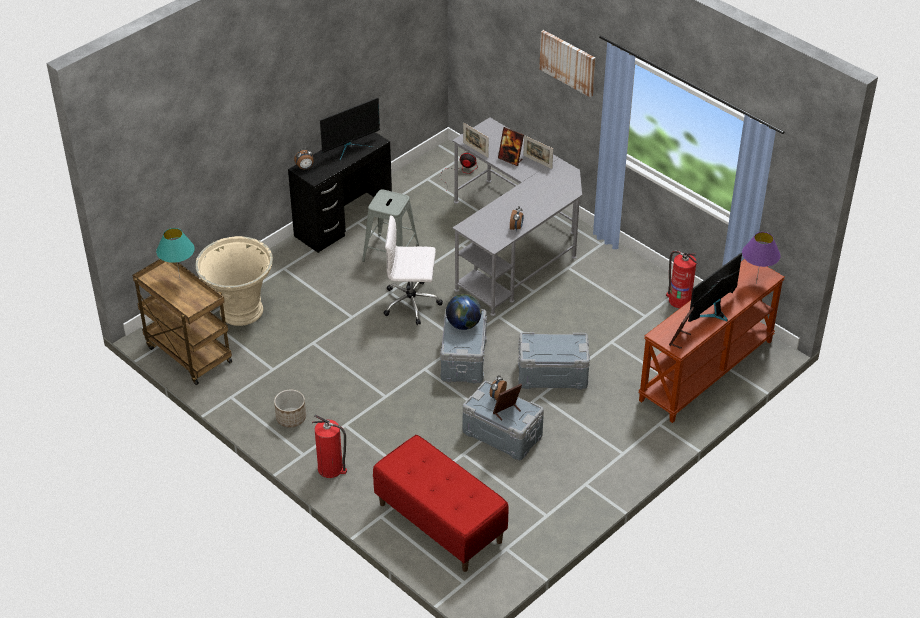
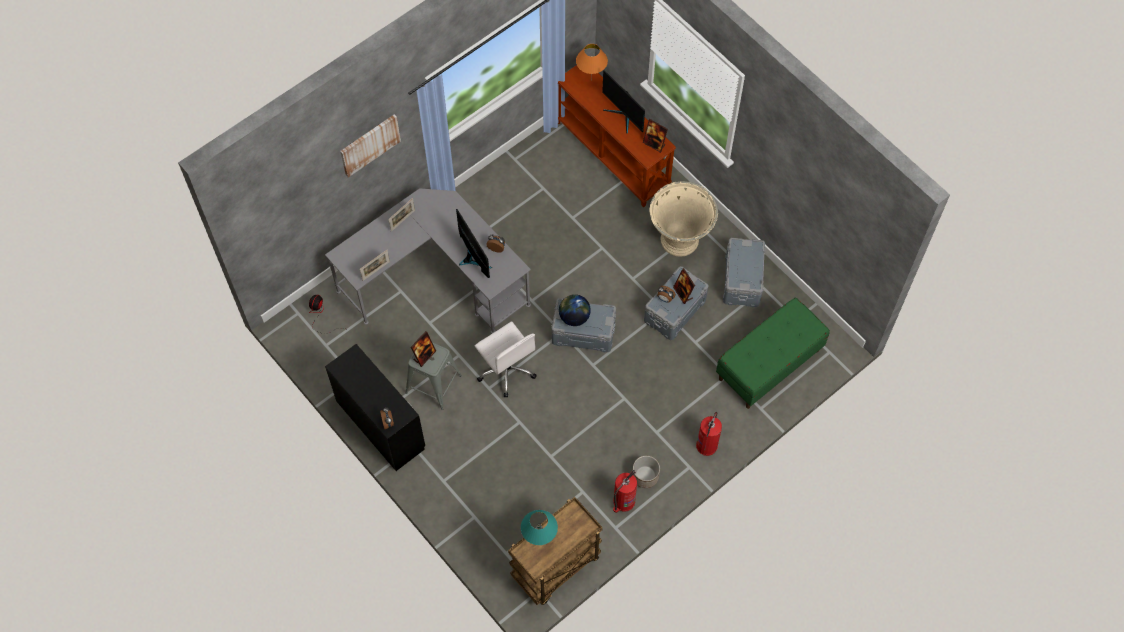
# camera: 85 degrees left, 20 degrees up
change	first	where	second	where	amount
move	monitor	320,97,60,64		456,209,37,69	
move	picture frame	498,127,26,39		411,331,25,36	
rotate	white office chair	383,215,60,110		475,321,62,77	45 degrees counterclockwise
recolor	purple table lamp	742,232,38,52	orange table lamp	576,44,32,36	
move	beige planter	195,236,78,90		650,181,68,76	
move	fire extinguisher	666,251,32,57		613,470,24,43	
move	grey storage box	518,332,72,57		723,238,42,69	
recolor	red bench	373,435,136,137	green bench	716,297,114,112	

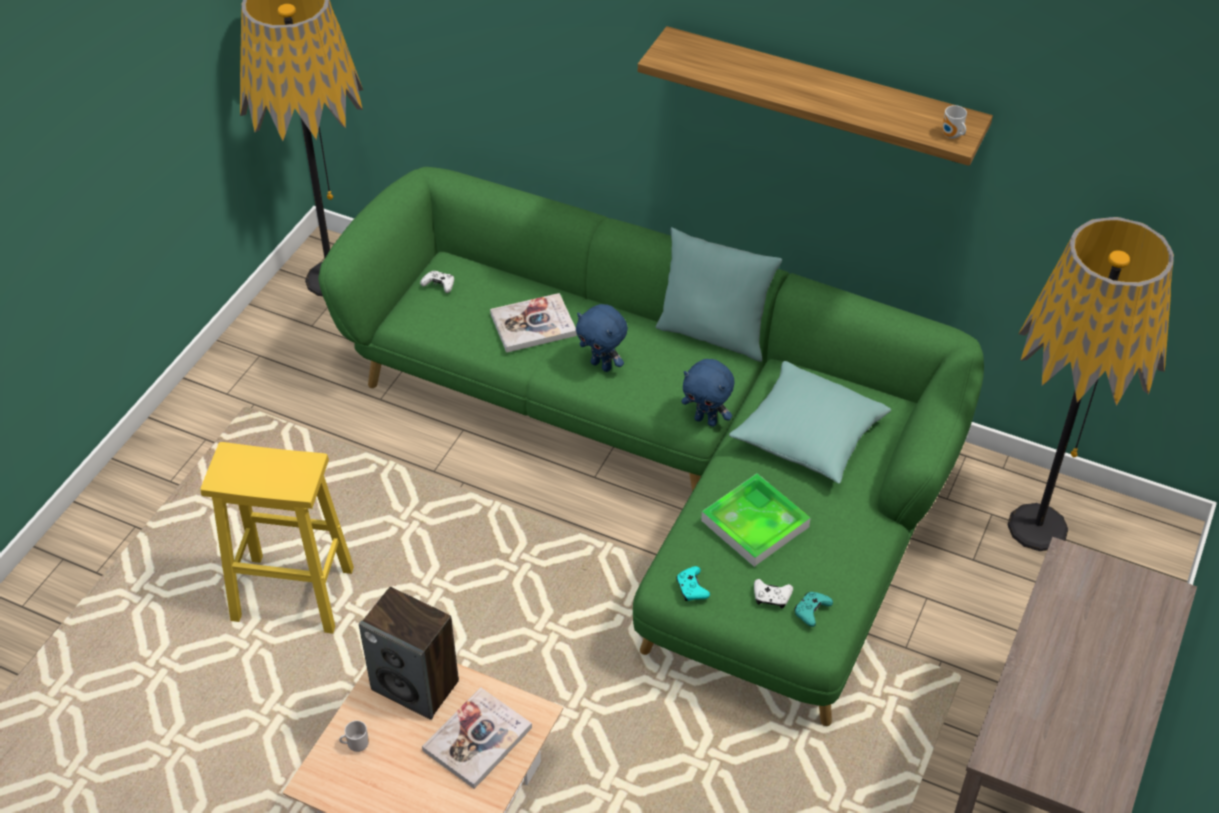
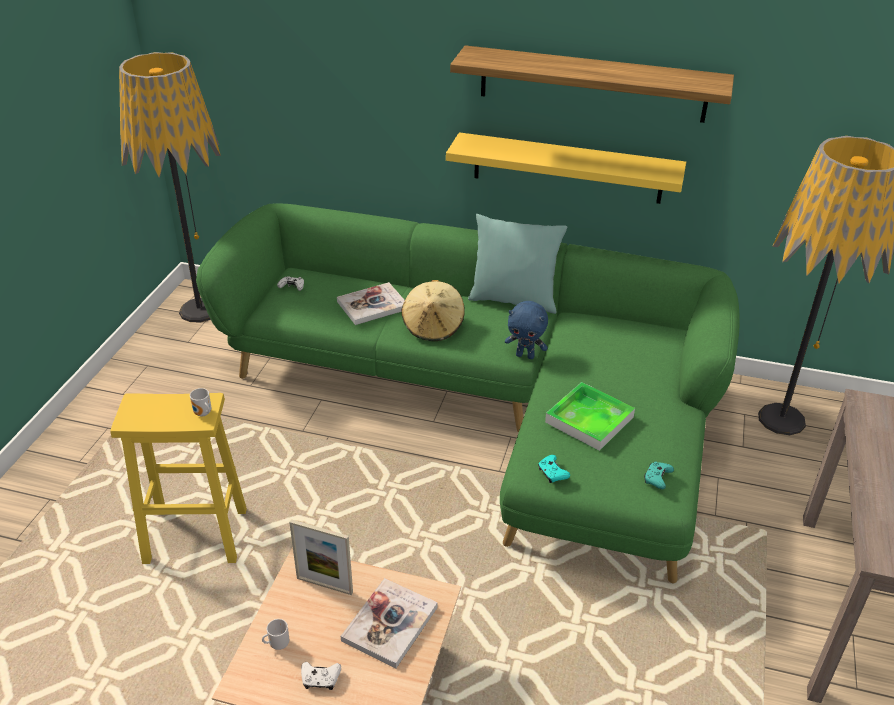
# camera: 10 degrees left, 10 degrees down
change	first	where	second	where	amount
move	mug	942,105,25,34		190,388,21,28	
replace	blue plush toy	576,304,52,68	beige hat	402,280,63,61	
delete	turquoise pillow	729,361,162,123			
move	white game controller	754,579,39,30		301,662,40,28	
replace	speaker	359,587,100,133	picture frame	289,519,64,76	
insert			yellow shelf	446,132,240,72	

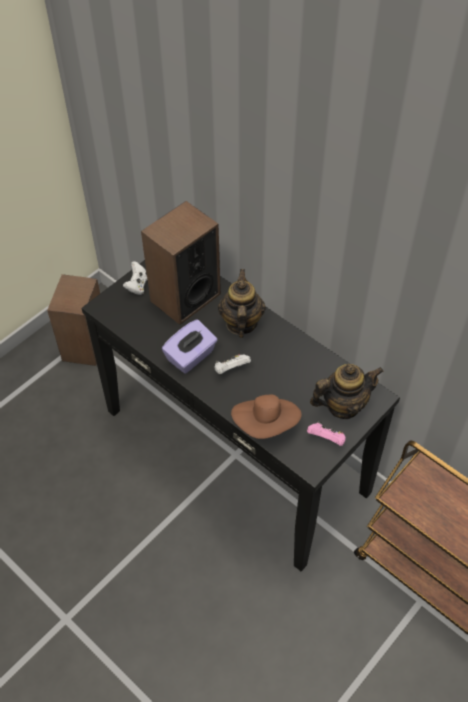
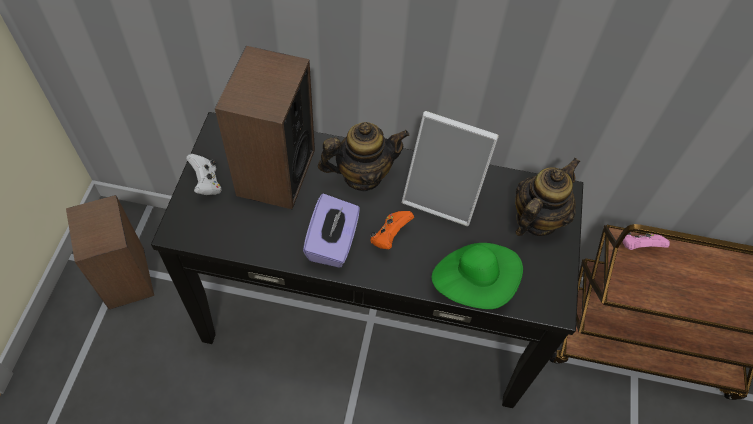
# camera: 35 degrees left, 5 degrees up
change	first	where	second	where	amount
rotate	teapot	218,269,48,69		318,122,91,69	105 degrees clockwise
recolor	white game controller	215,354,36,20	orange game controller	370,211,44,38	
recolor	brown hat	231,395,71,44	green hat	432,243,91,66	
move	pink game controller	307,421,39,25		622,233,48,17	
insert			picture frame	402,111,97,115	

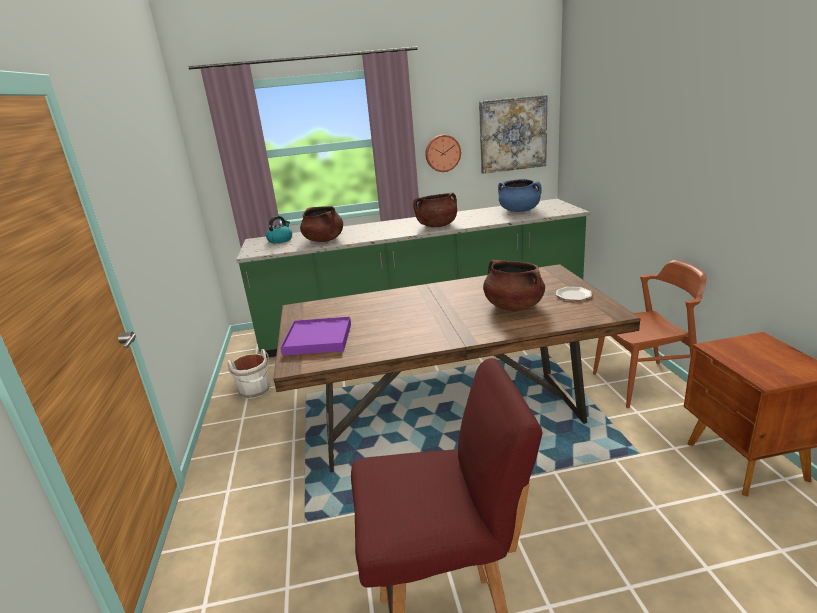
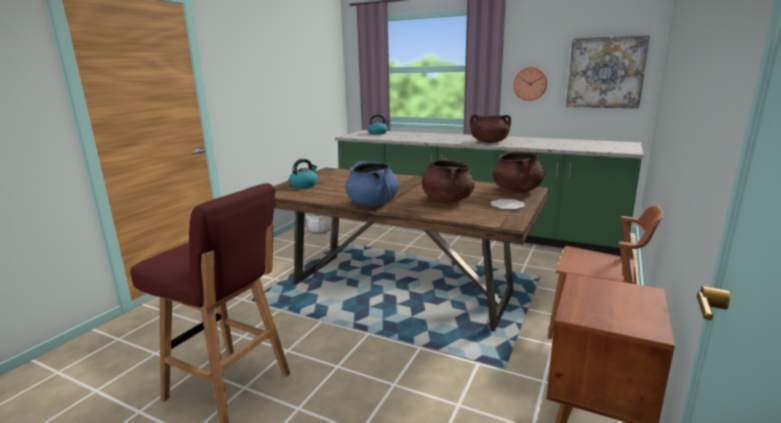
# camera: 35 degrees right, 5 degrees down
change	first	where	second	where	amount
move	blue cooking pot	498,179,44,33		345,161,54,45	
move	brown cooking pot	300,206,43,36		493,151,52,41	
replace	purple tray	280,316,71,40	kettle	289,159,29,29	

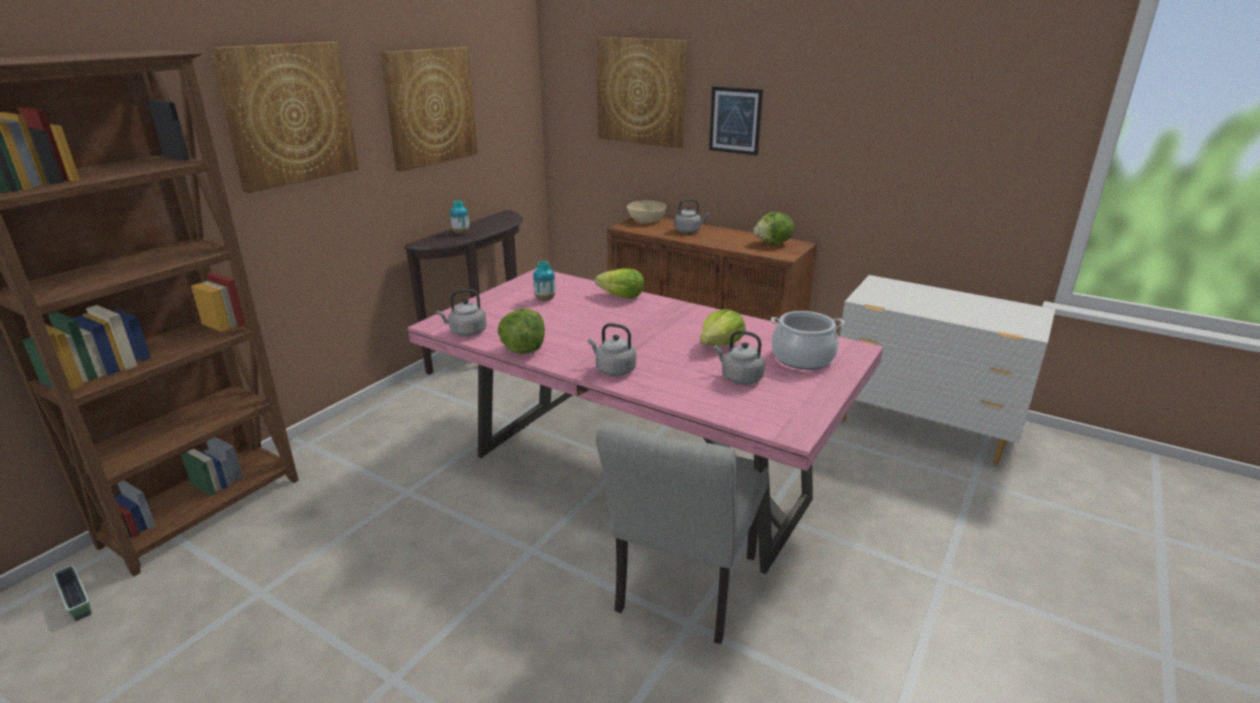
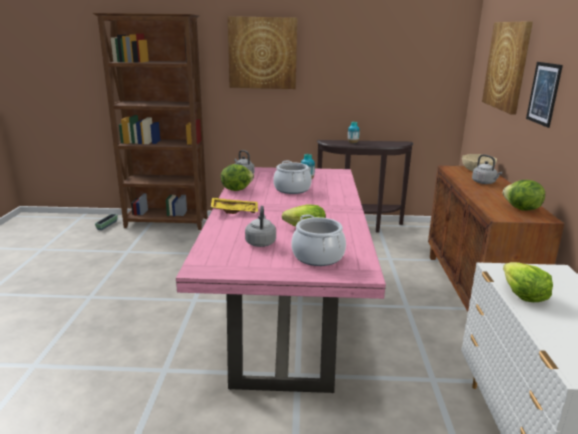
# camera: 60 degrees right, 5 degrees down
change	first	where	second	where	amount
delete	picture	380,47,98,125			
move	lettuce	595,268,49,31		503,262,50,40	
replace	grey kettle	588,323,48,53	yellow tray	211,198,47,16	
delete	grey chair	596,422,173,222			
insert			cooking pot	273,161,39,33	

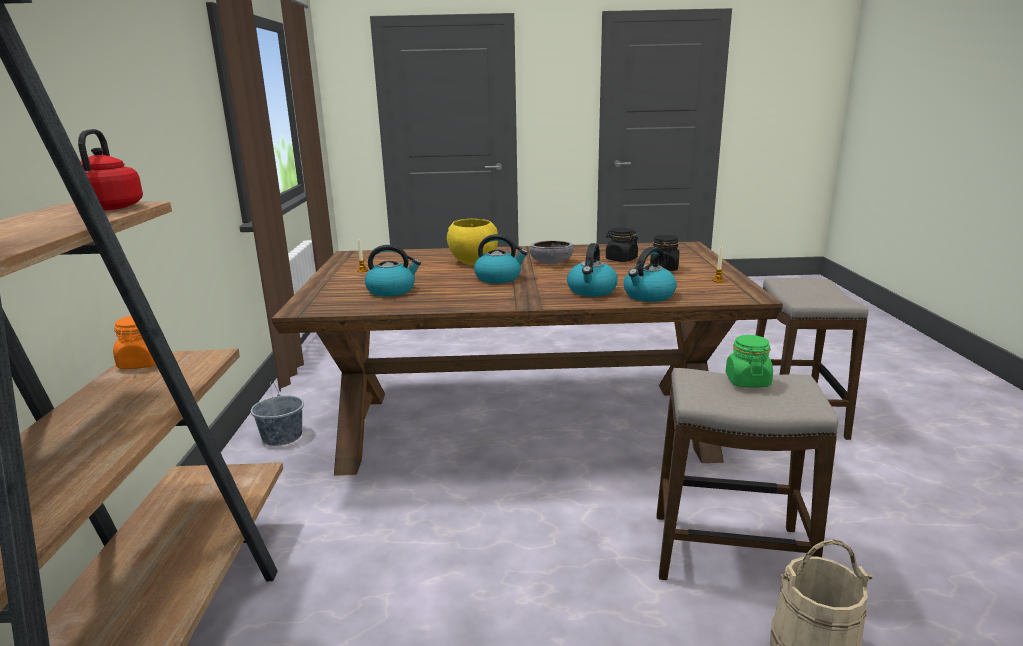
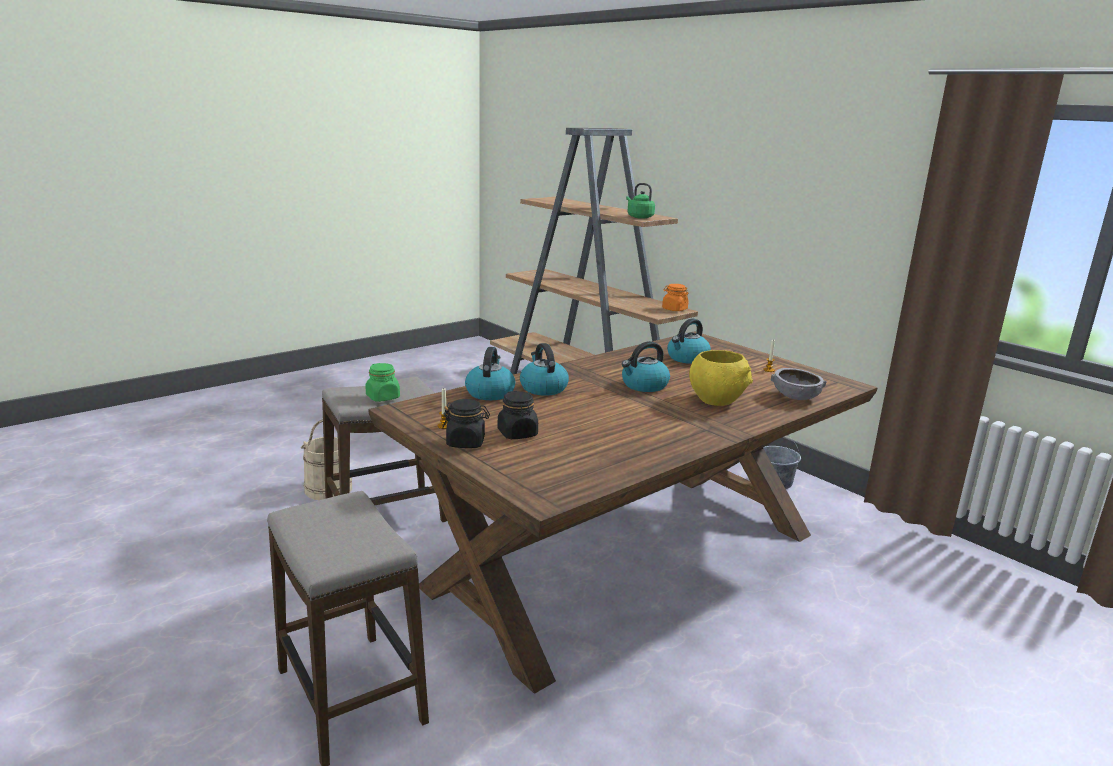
# camera: 140 degrees right, 0 degrees up
change	first	where	second	where	amount
recolor	red kettle	78,129,65,81	green kettle	626,183,29,36	
move	black jar	606,227,32,35		442,399,48,49	
move	grey bowl	530,240,44,24		771,368,56,32	

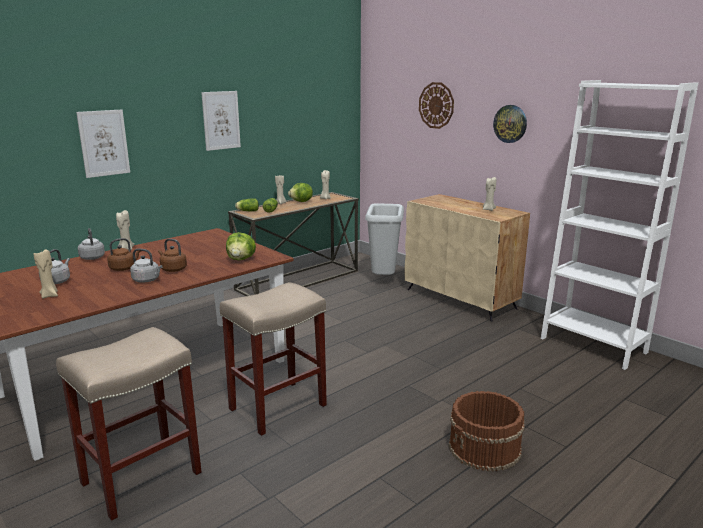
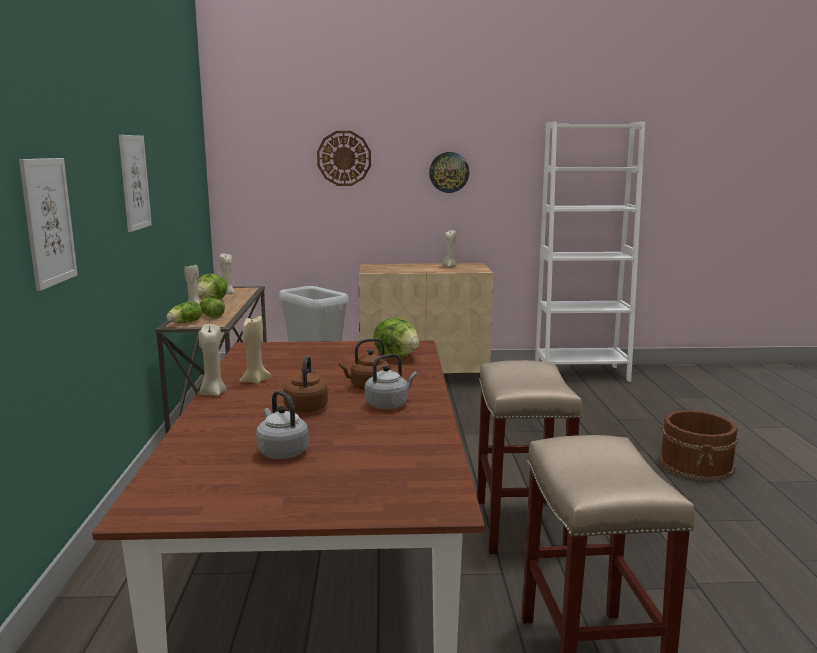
# camera: 50 degrees left, 5 degrees down
change	first	where	second	where	amount
delete	grey kettle	78,228,27,32			
move	beige candle	34,249,24,49		240,316,32,68	

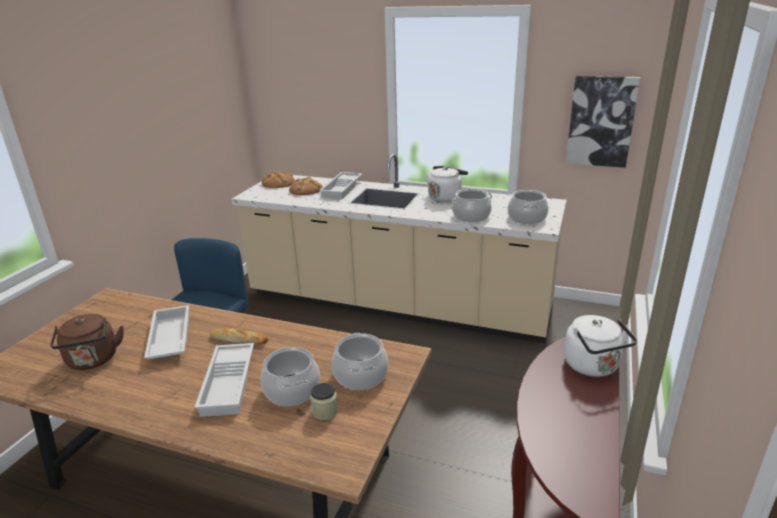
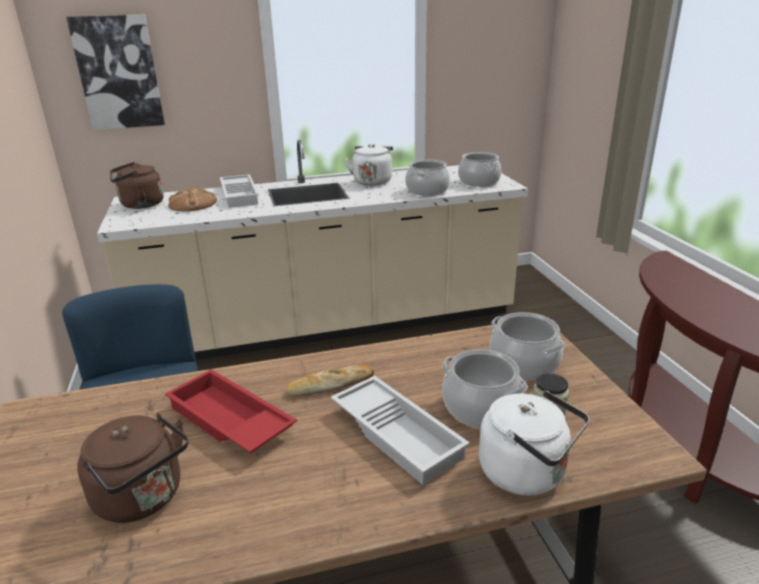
# camera: 35 degrees left, 0 degrees up
change	first	where	second	where	amount
move	picture	566,76,74,92		66,14,99,116	
replace	bread	262,171,33,17	brown kettle	110,162,54,47	
recolor	white tray	144,305,45,55	red tray	165,369,132,84	
move	white kettle	564,315,73,62		479,391,110,105	

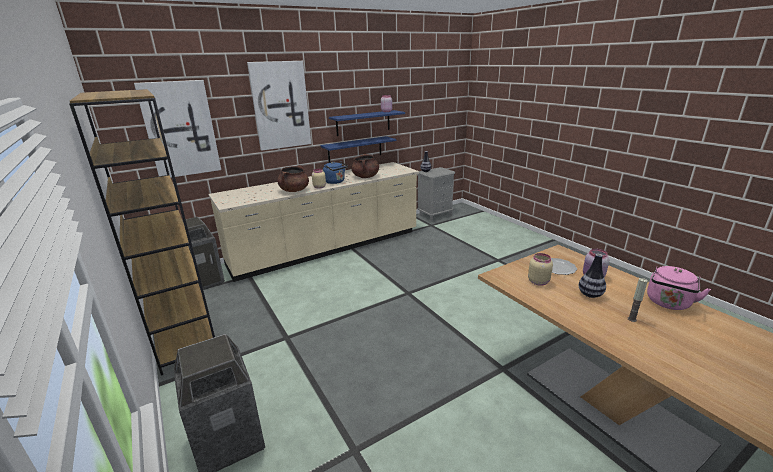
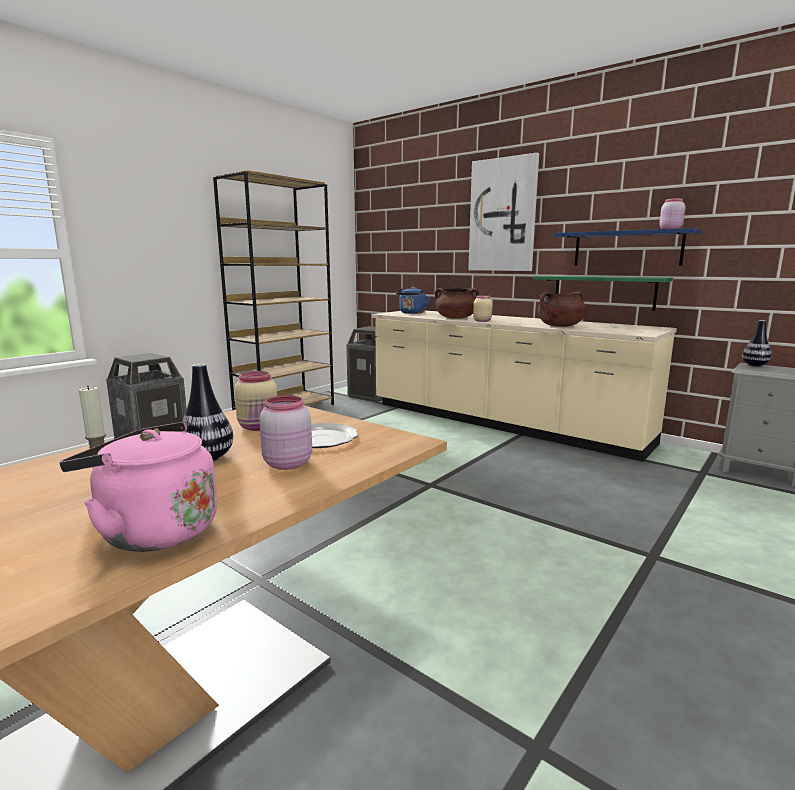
# camera: 70 degrees right, 10 degrees down
change	first	where	second	where	amount
delete	picture	134,80,87,98			
recolor	blue shelf	321,136,75,27	green shelf	534,276,139,35	
move	blue kettle	323,161,25,23		396,287,35,27	

